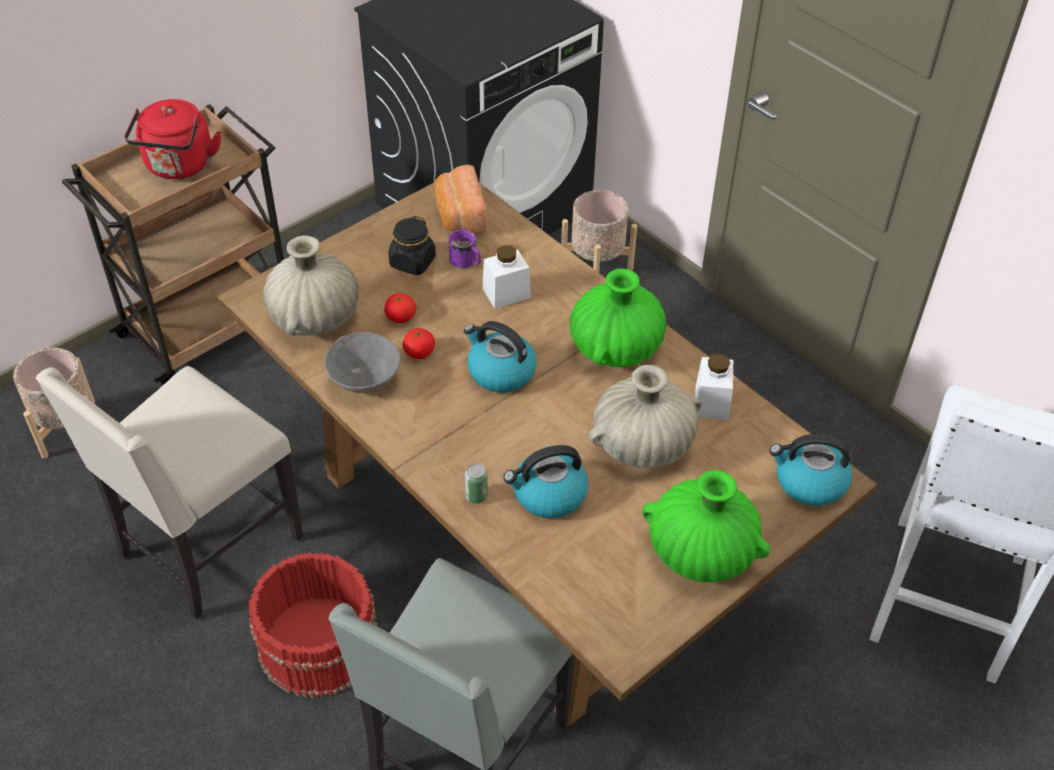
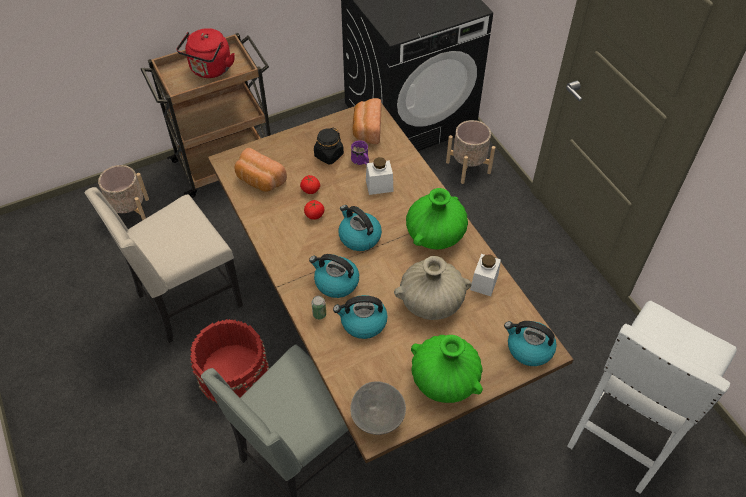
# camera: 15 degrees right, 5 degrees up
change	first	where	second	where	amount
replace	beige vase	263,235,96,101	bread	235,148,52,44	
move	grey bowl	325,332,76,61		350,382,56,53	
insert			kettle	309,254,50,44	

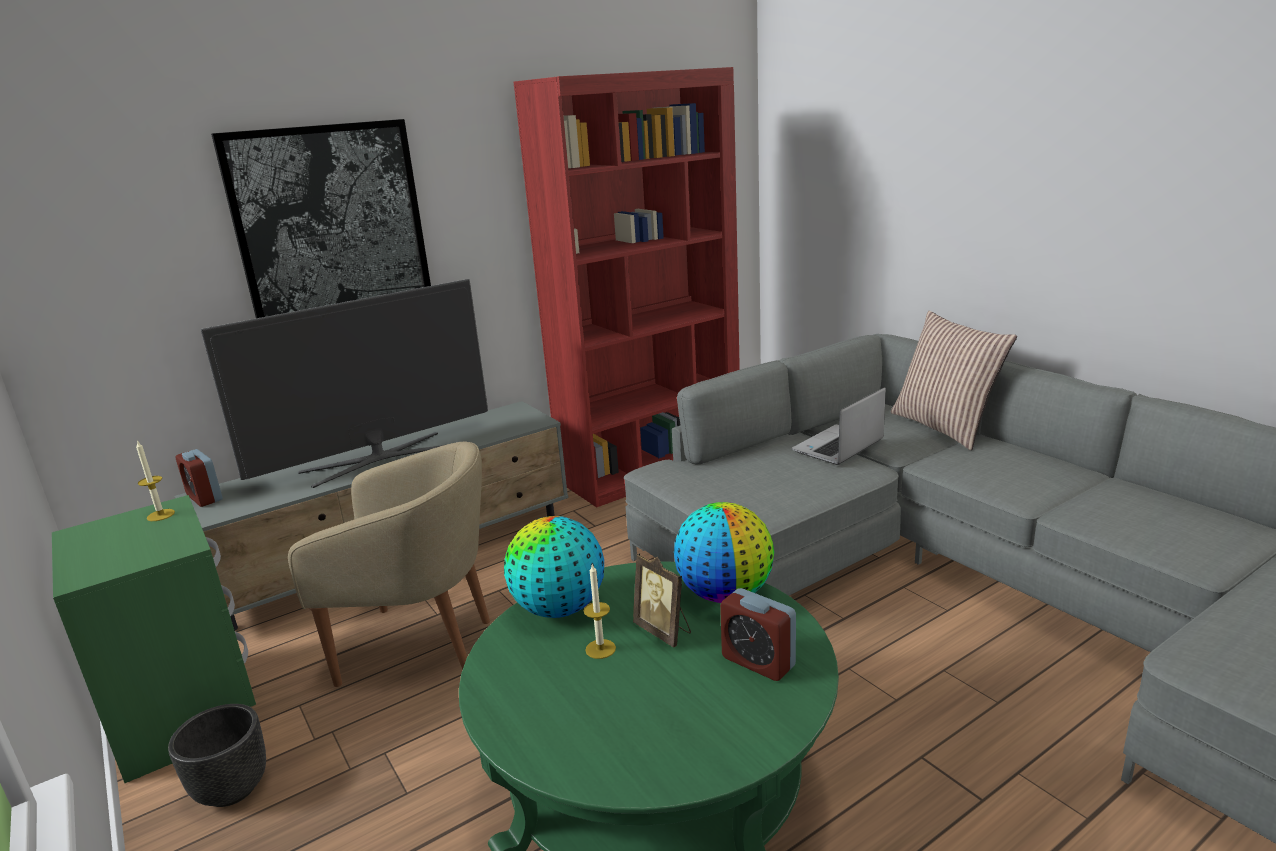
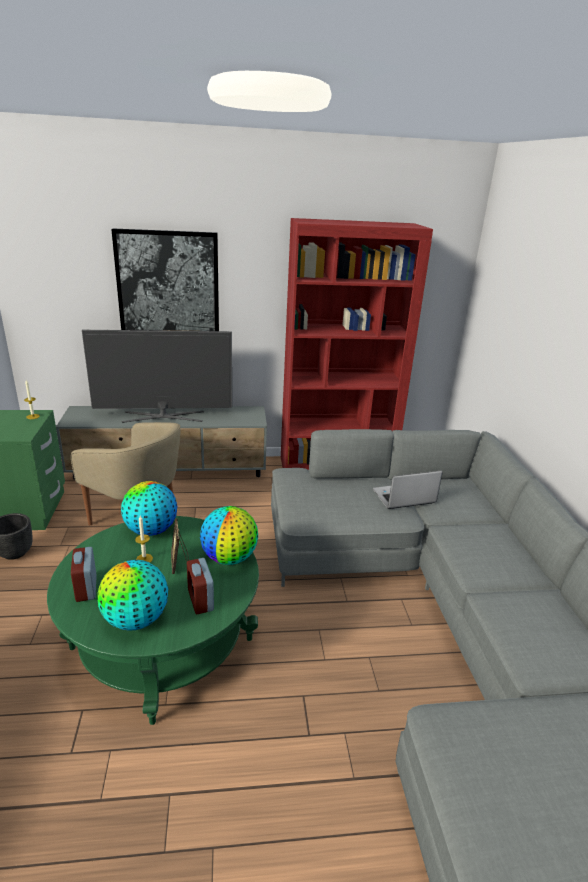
# camera: 25 degrees right, 5 degrees up
change	first	where	second	where	amount
delete	pillow	891,311,126,139			
move	alarm clock	175,449,48,58		71,547,26,55	
insert			globe	97,560,71,71	

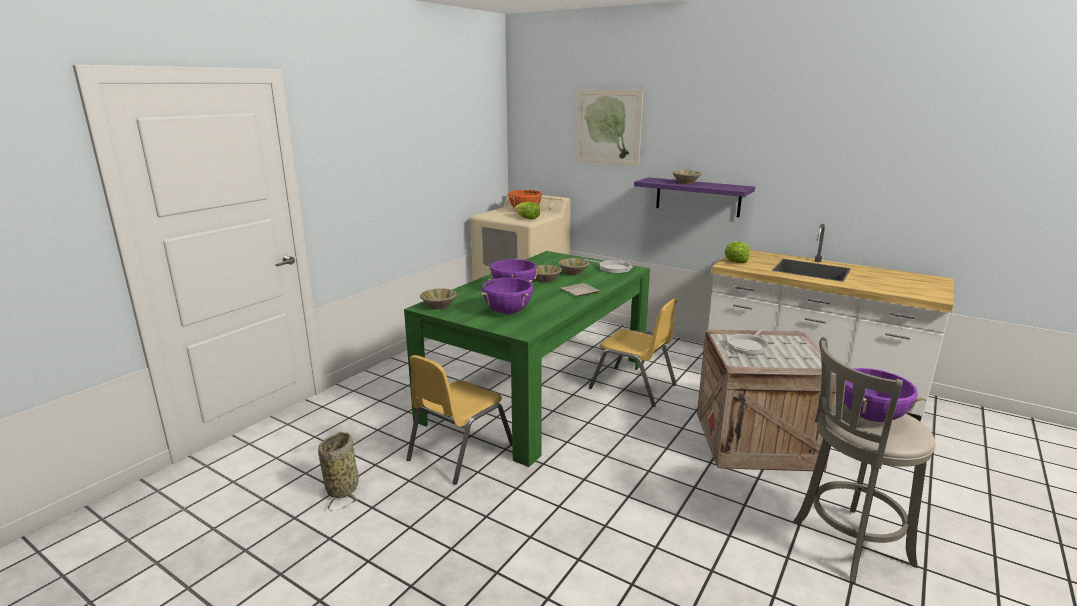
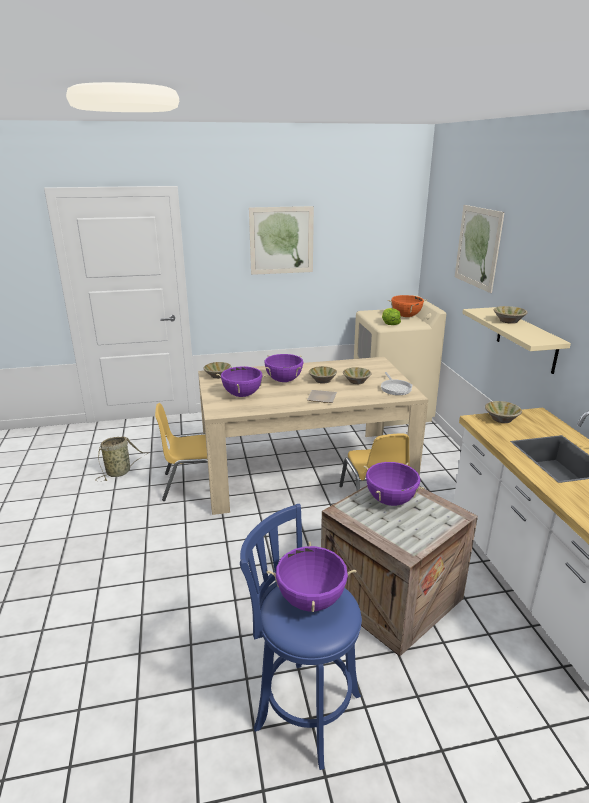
# camera: 45 degrees right, 5 degrees up
change	first	where	second	where	amount
recolor	purple shelf	634,177,121,40	beige shelf	462,307,109,67	
replace	lettuce	725,241,24,22	beige bowl	485,401,37,22	
recolor	green dining table	404,251,246,216	beige dining table	198,357,230,158	
replace	frying pan	727,328,42,27	purple cooking pot	364,462,60,44	
recolor	grey stool	793,337,143,246	blue stool	240,504,122,266	
insert			picture	249,206,65,69	

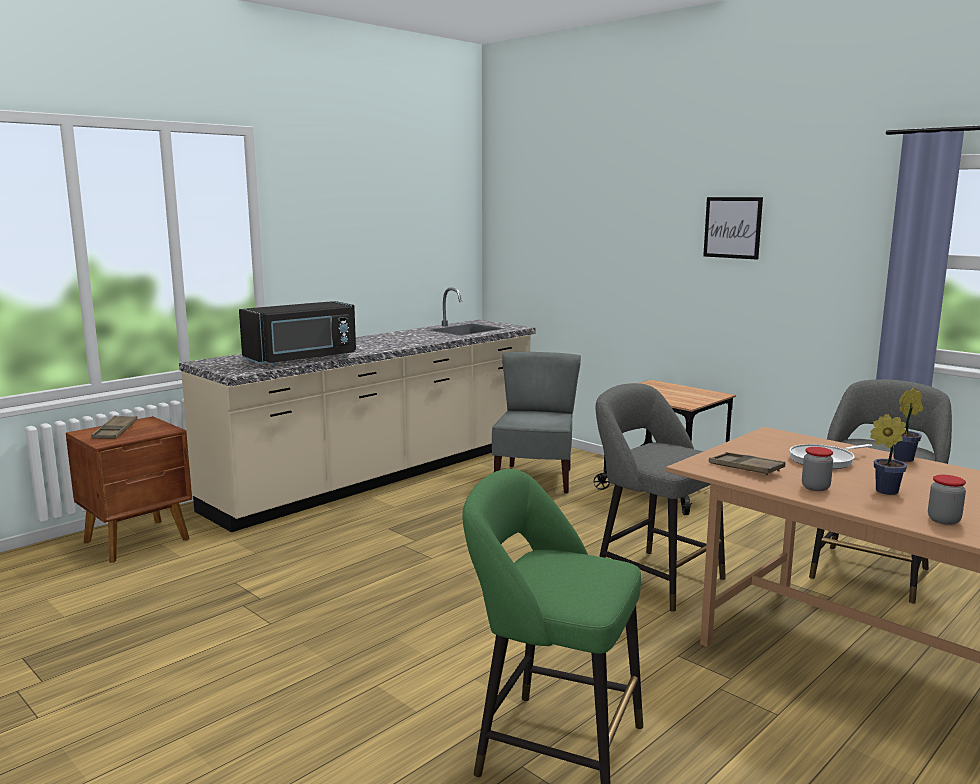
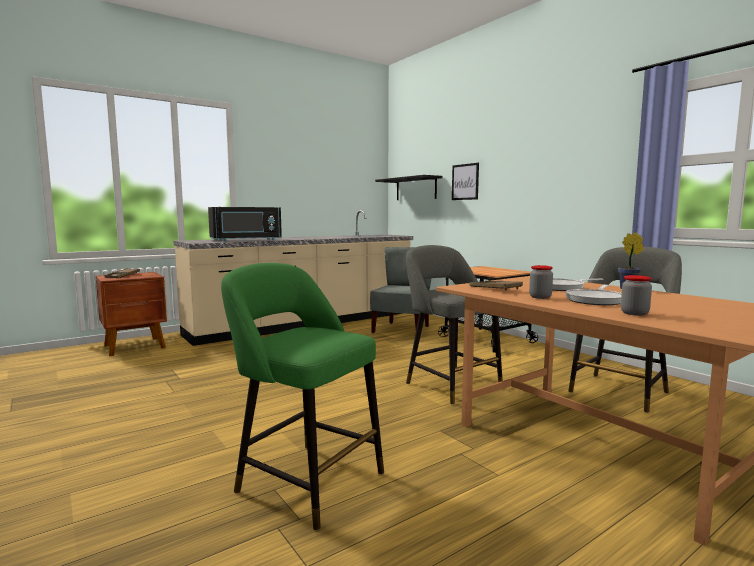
# camera: 10 degrees right, 5 degrees down
change	first	where	second	where	amount
move	picture	703,197,60,63		452,163,27,37	
replace	potted plant	870,414,37,81	frying pan	565,285,57,20	
insert			black shelf	375,175,68,25	

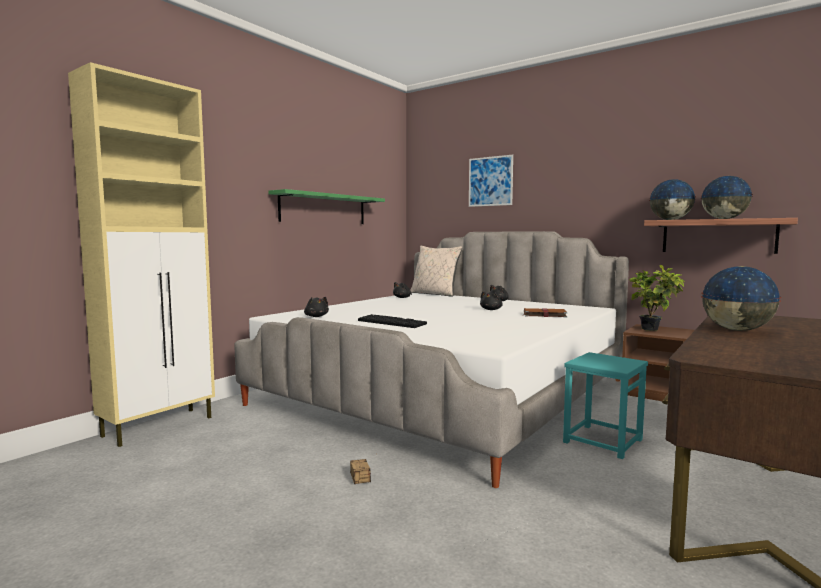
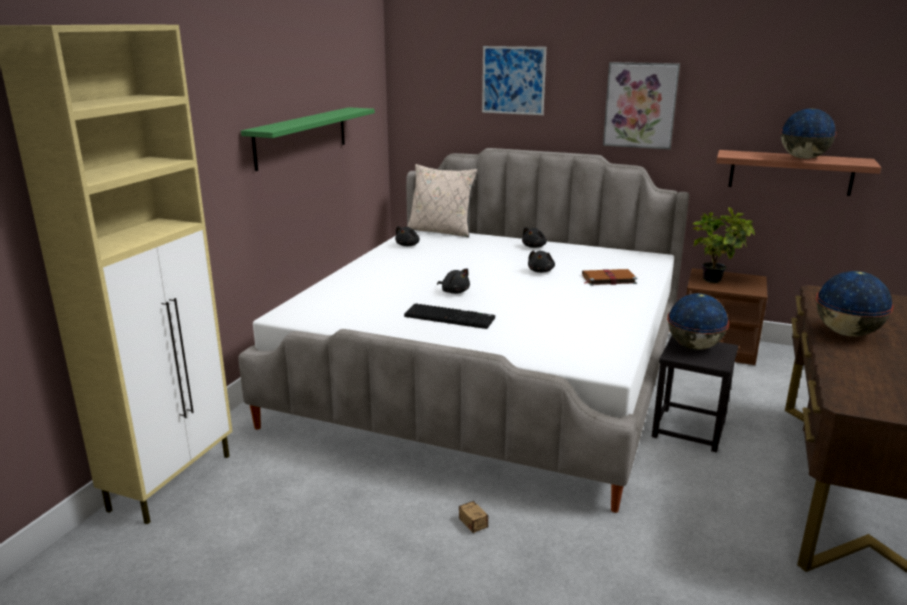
# camera: 15 degrees left, 15 degrees up
change	first	where	second	where	amount
move	globe	649,179,46,41		667,293,62,57	
move	black plush toy	304,297,25,20		437,268,33,26	
recolor	turquoise stool	563,352,85,107	black stool	652,335,86,117	
insert			picture	603,62,77,88	

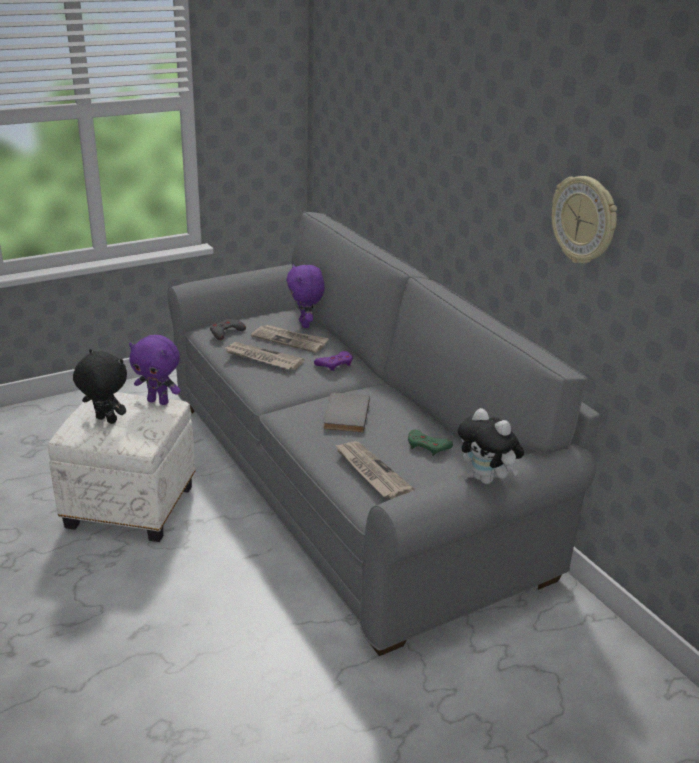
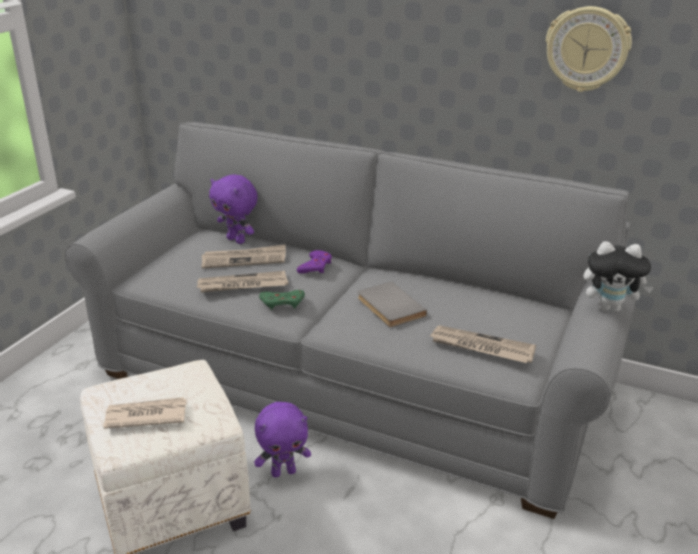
# camera: 35 degrees left, 0 degrees up
change	first	where	second	where	amount
delete	grey game controller	210,319,36,21			
move	purple plush toy	129,335,52,70		254,402,57,75	
replace	black plush toy	73,349,54,75	newspaper	104,397,83,32	
move	green game controller	408,430,45,26		259,290,46,20	

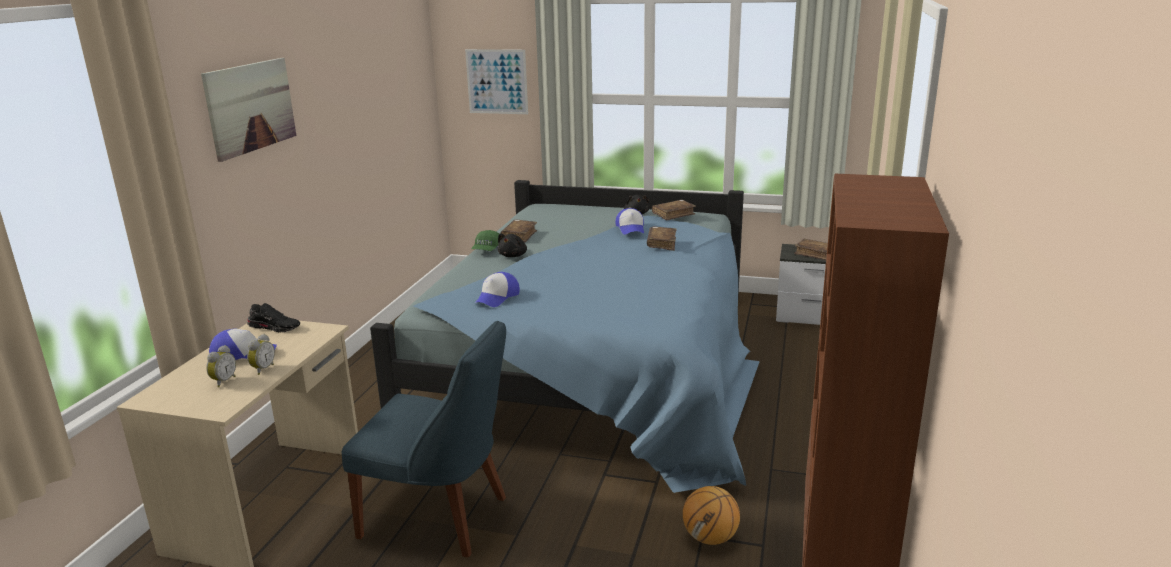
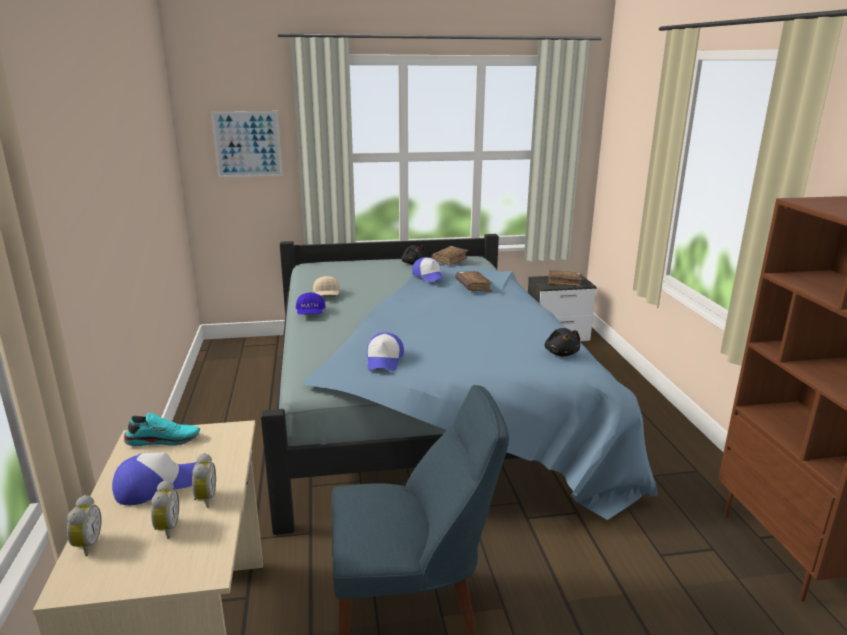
# camera: 25 degrees left, 0 degrees up
change	first	where	second	where	amount
delete	picture	201,58,95,104			
replace	brown book	501,220,36,23	beige cap	313,276,27,20	
recolor	green cap	471,230,28,21	blue cap	296,292,30,23	
move	black plush toy	498,233,29,24		545,328,35,28	
recolor	black shoe	247,303,53,29	turquoise shoe	124,412,76,34	
delete	basketball	683,486,57,59			
insert			alarm clock	67,495,34,61	

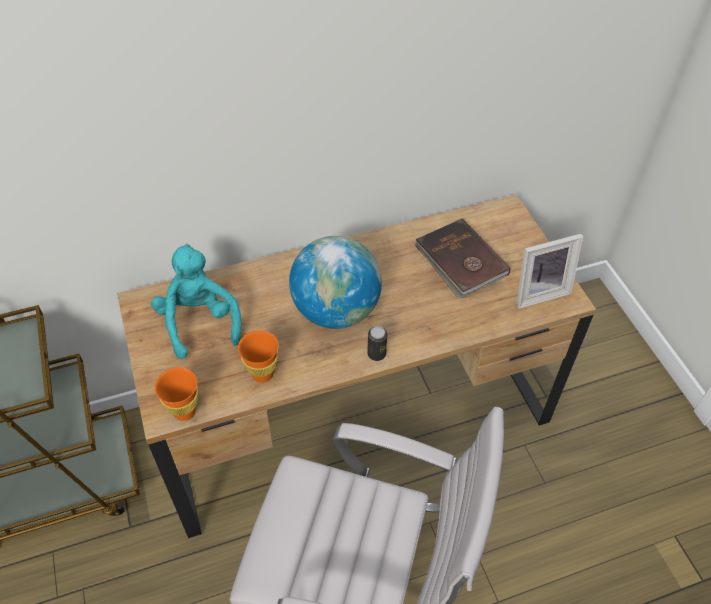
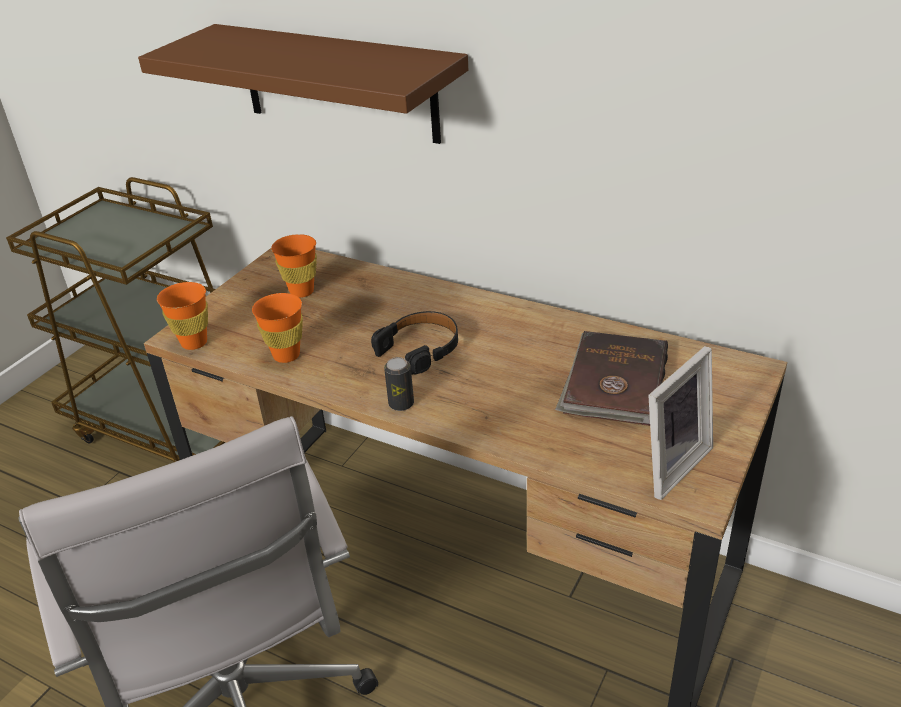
# camera: 50 degrees right, 15 degrees down
change	first	where	second	where	amount
rotate	picture frame	516,234,67,75		648,346,65,154	75 degrees counterclockwise
replace	globe	289,236,93,93	black headphones	371,311,87,64	
replace	turquoise plush toy	151,244,90,115	orange cup	271,234,46,64	
insert			brown shelf	138,24,330,120	

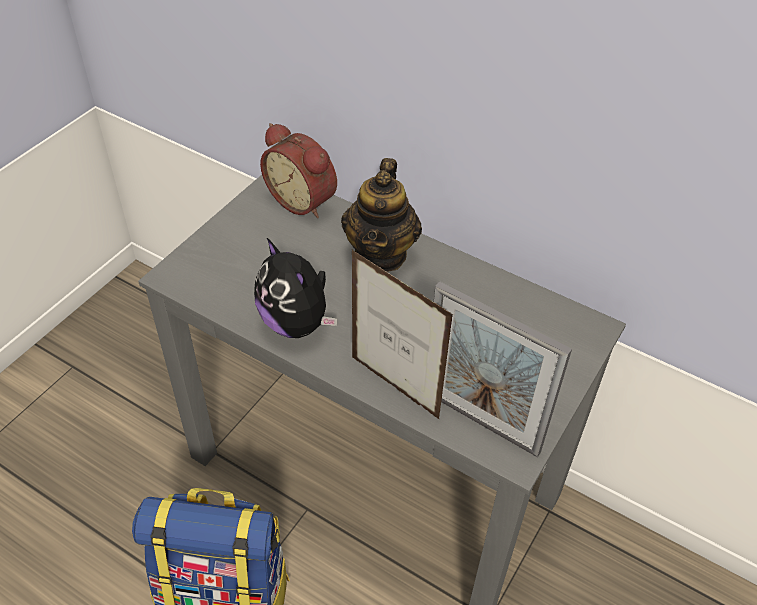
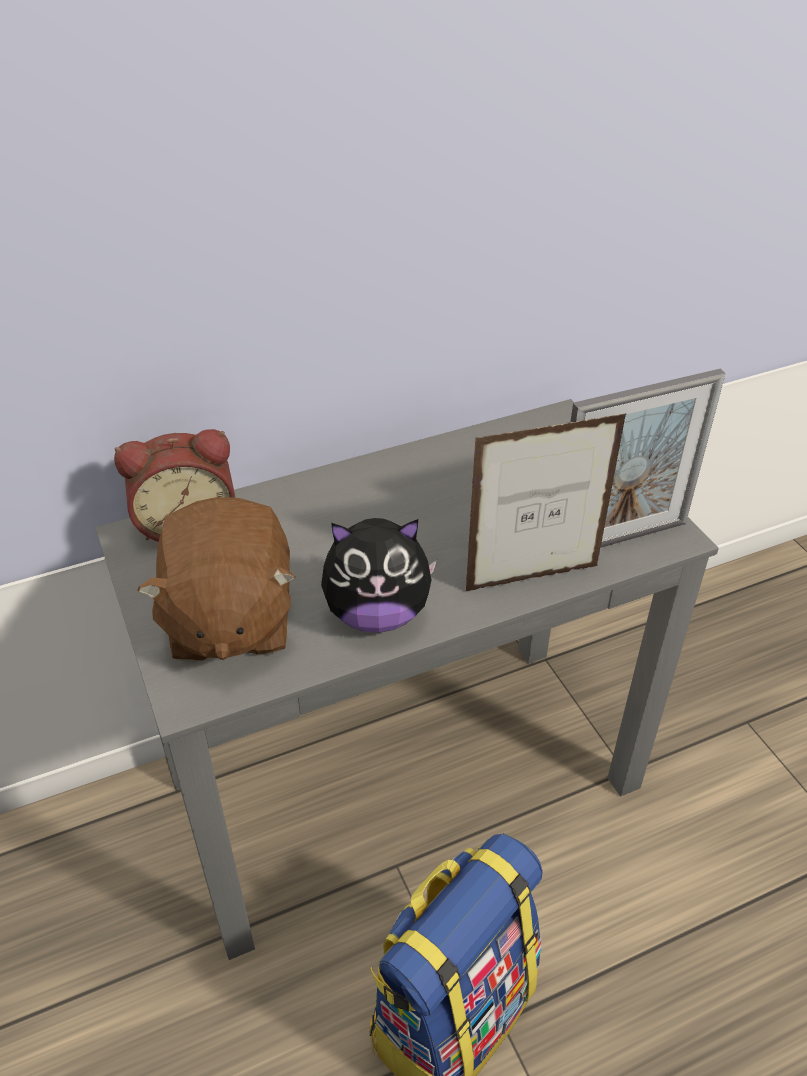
# camera: 55 degrees left, 5 degrees down
change	first	where	second	where	amount
delete	teapot	341,158,81,114			
insert			brown plush toy	137,497,158,165	

